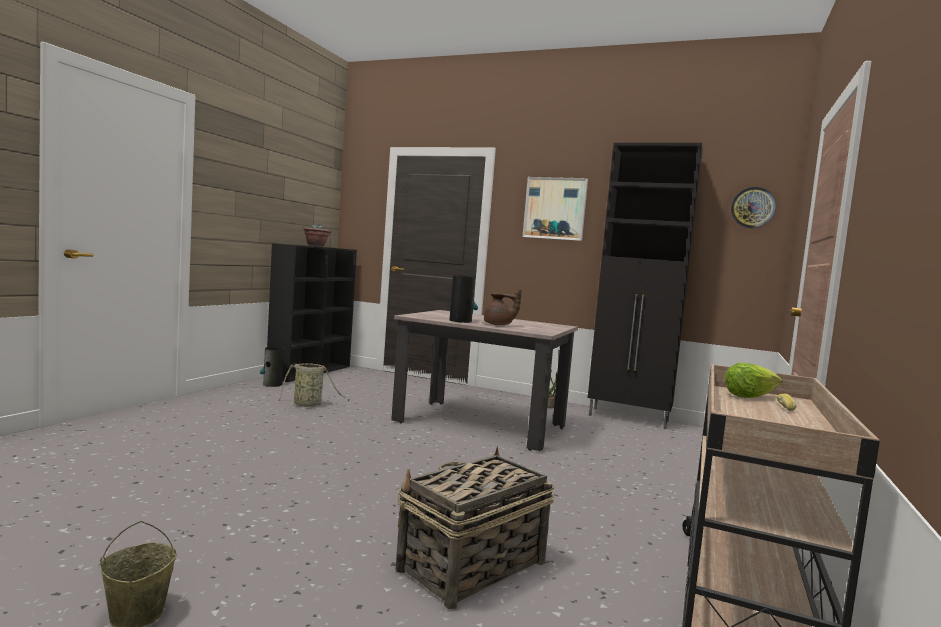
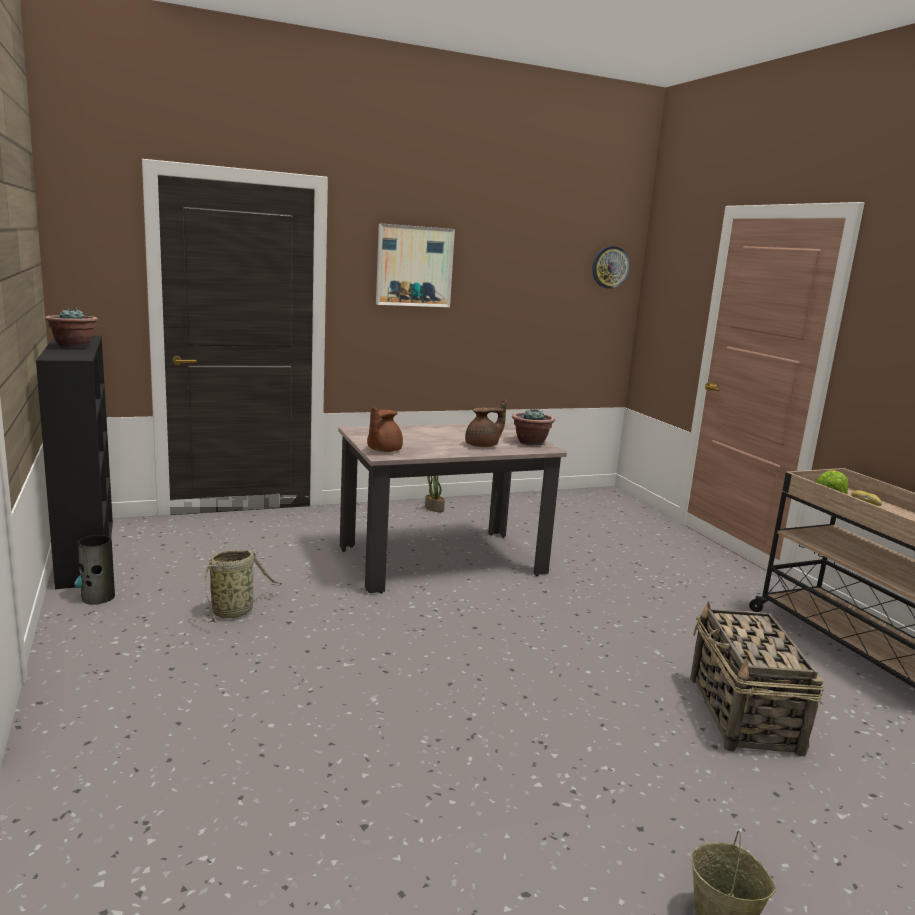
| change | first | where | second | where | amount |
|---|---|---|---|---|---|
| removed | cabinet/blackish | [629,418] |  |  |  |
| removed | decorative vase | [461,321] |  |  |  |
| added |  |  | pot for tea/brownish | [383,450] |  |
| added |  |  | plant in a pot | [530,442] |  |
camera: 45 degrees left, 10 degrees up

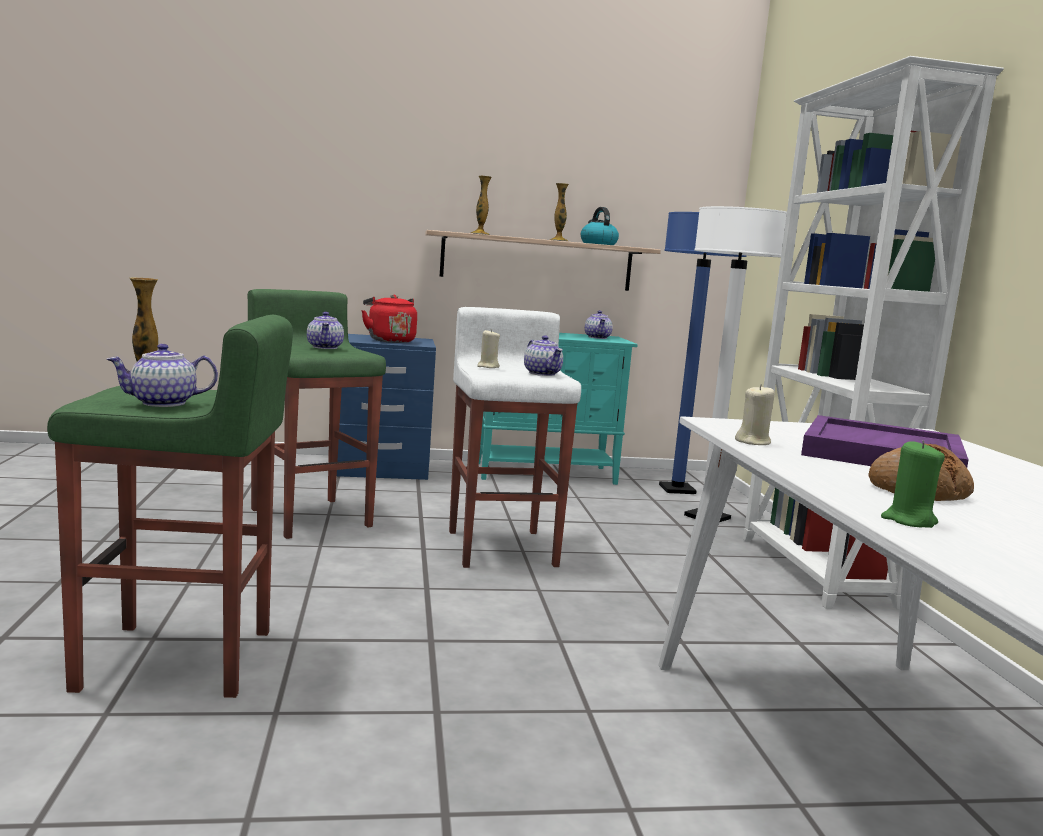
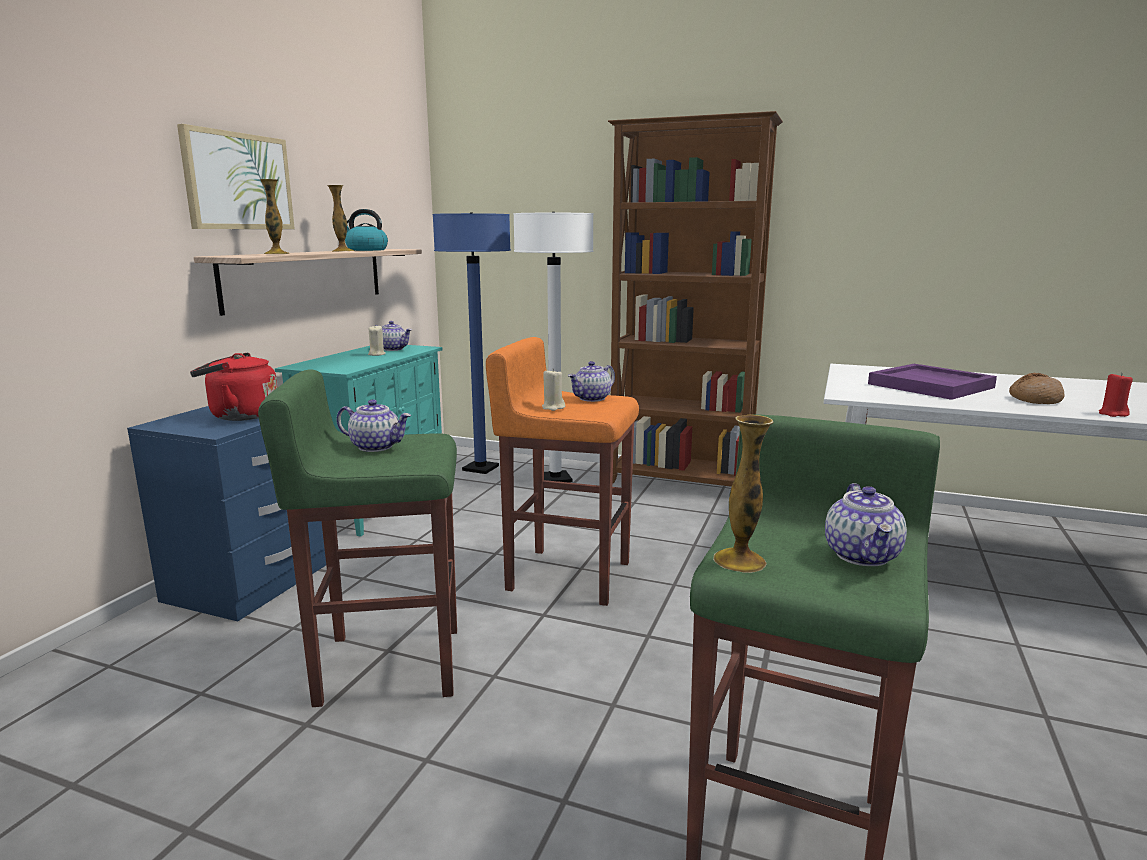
| change | first | where | second | where | amount |
|---|---|---|---|---|---|
| recoloured | shelving unit/white-coloured | [813,571] | shelving unit/brownish | [681,483] |  |
| recoloured | sitting stool/white-coloured | [502,547] | sitting stool/orangey | [567,575] |  |
| turned | pot for tea | [543,374] |  | [592,398] | 135 degrees clockwise |
| moved | candle/sand-coloured | [753,442] |  | [376,354] |  |
| recoloured | candle/green | [908,521] | candle/reddish | [1113,414] |  |
| added |  |  | picture | [238,181] |  |
camera: 60 degrees left, 5 degrees up

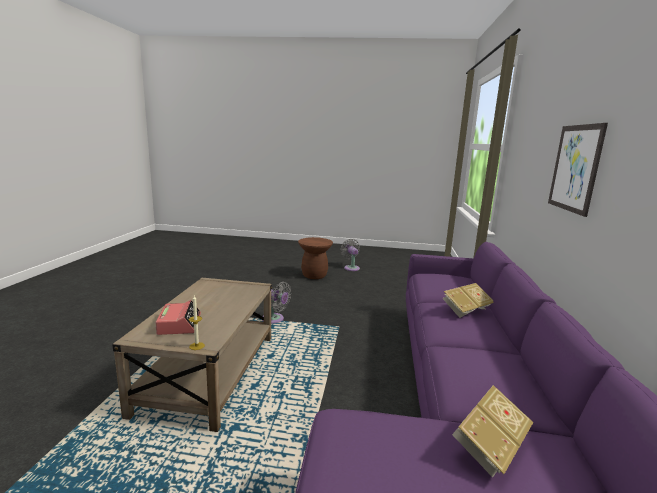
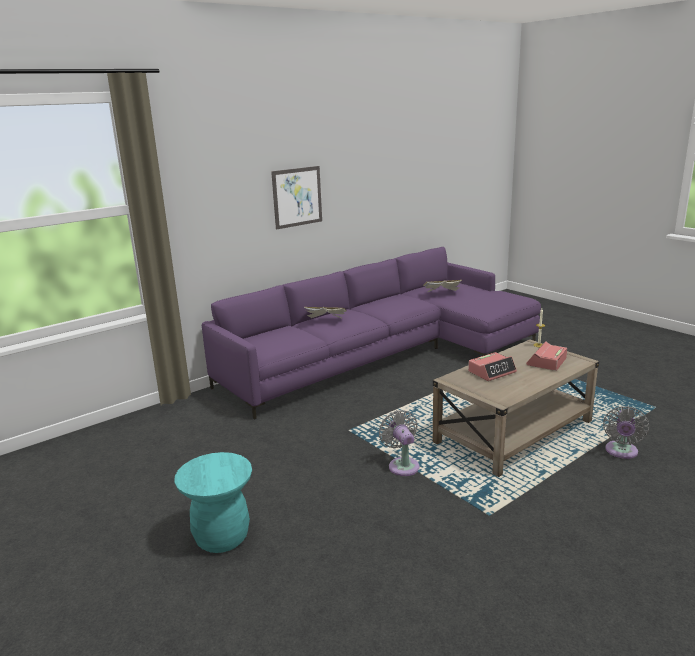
| change | first | where | second | where | amount |
|---|---|---|---|---|---|
| recoloured | sitting stool/brownish | [314,275] | sitting stool/turquoise | [222,537] |  |
| moved | cooling fan/grey | [351,268] |  | [621,452] |  |
| added |  |  | alarm clock | [492,372] |  |
camera: 135 degrees left, 5 degrees up

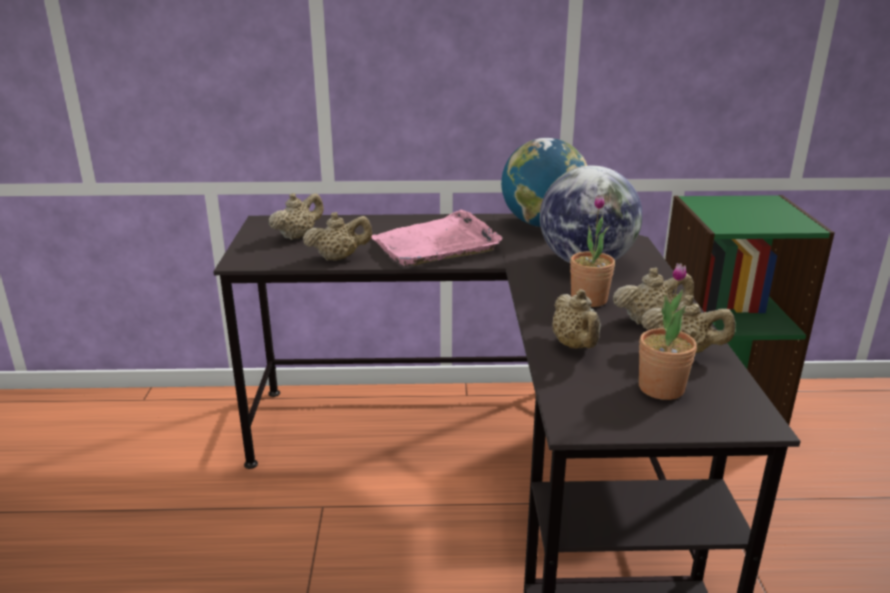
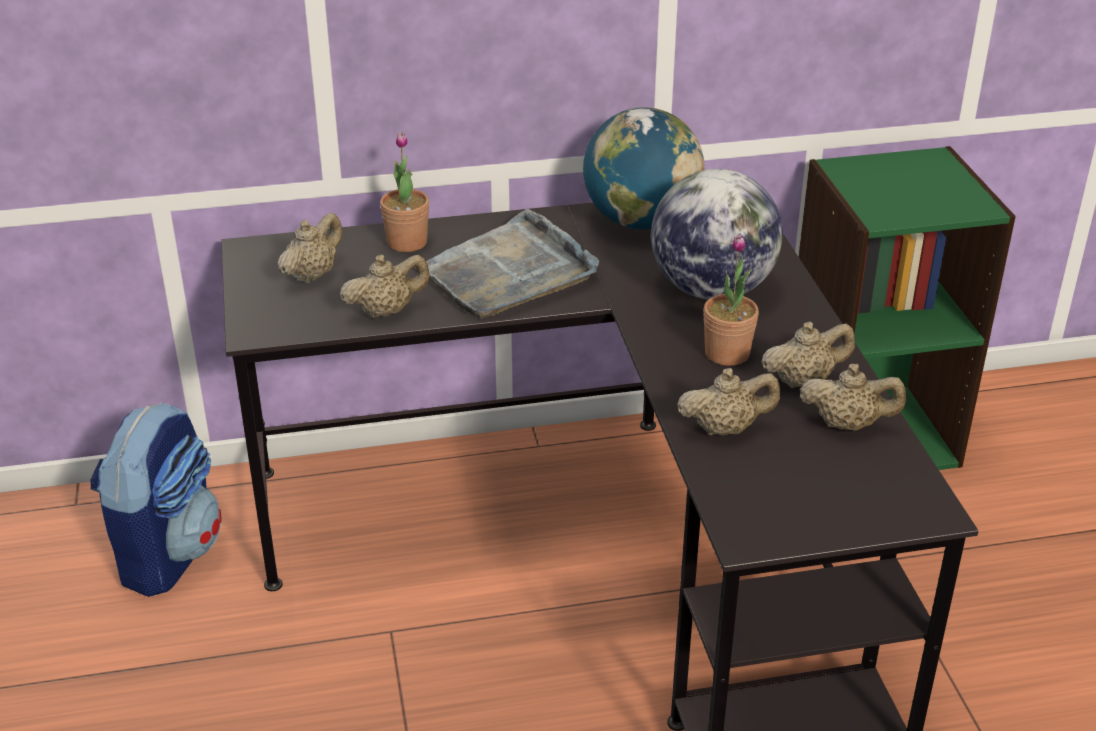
| change | first | where | second | where | amount |
|---|---|---|---|---|---|
| recoloured | carrying tray/pink-coloured | [436,244] | carrying tray/grey | [508,272] |  |
| moved | plant in a pot | [661,388] |  | [407,242] |  |
| turned | pot for tea/sand-coloured | [576,346] |  | [725,429] | 75 degrees counterclockwise |
| added |  |  | rucksack | [168,554] |  |
camera: 10 degrees left, 10 degrees up

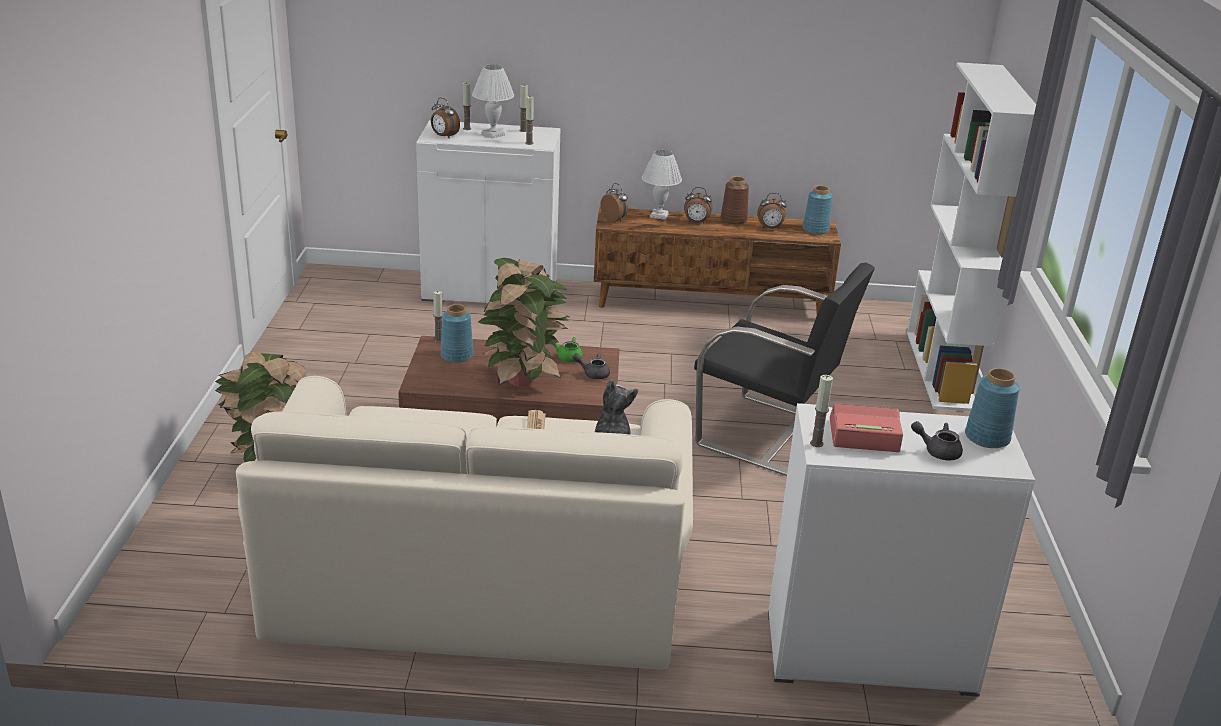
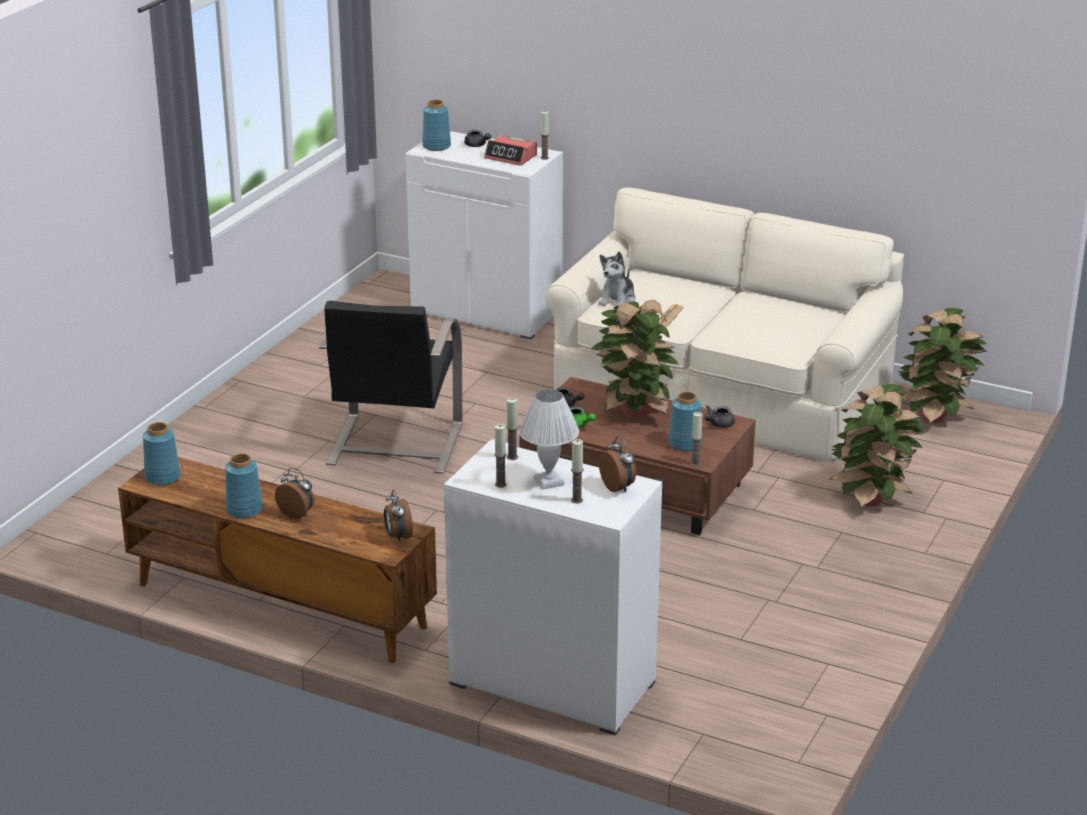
| change | first | where | second | where | amount |
|---|---|---|---|---|---|
| removed | shelving unit/white-coloured | [942,370] |  |  |  |
| removed | tabletop lamp/white-coloured | [659,215] |  |  |  |
| recoloured | decorative vase/brownish | [734,220] | decorative vase/blue | [244,510] |  |
| removed | alarm clock | [770,228] |  |  |  |
| turned | lounge chair/blackish | [768,434] |  | [394,445] | 135 degrees counterclockwise |
| added |  |  | plant in a pot | [935,417] |  |
| added |  |  | pot for tea/grey | [718,424] |  |
camera: 155 degrees left, 0 degrees up

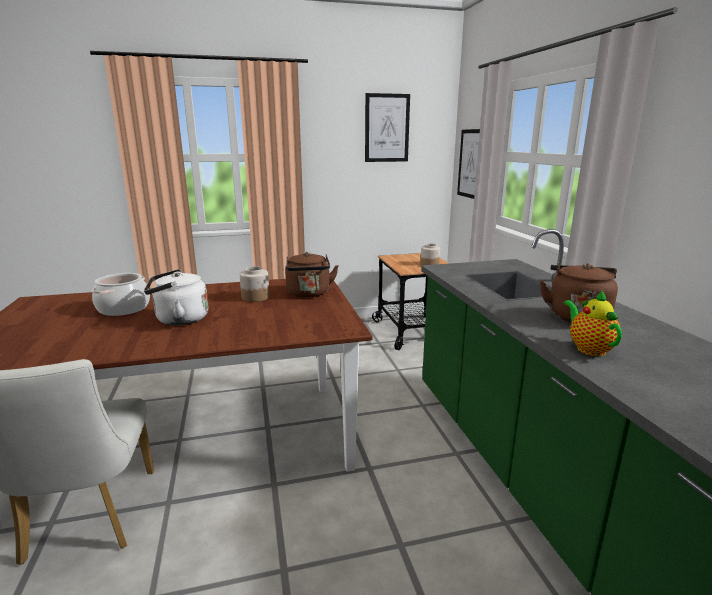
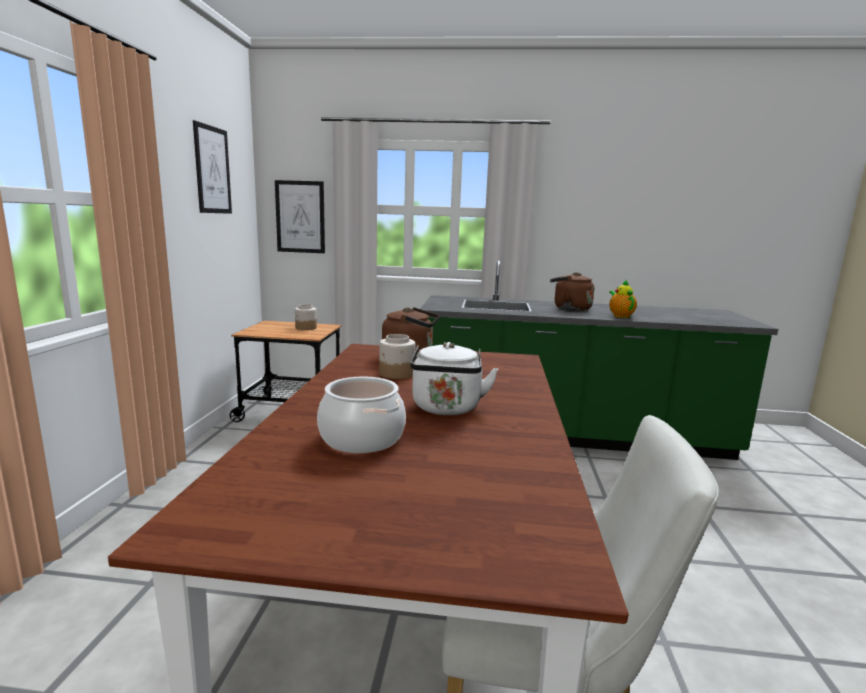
| change | first | where | second | where | amount |
|---|---|---|---|---|---|
| turned | pot for tea | [588,348] |  | [620,315] | 75 degrees clockwise |
camera: 70 degrees left, 5 degrees down

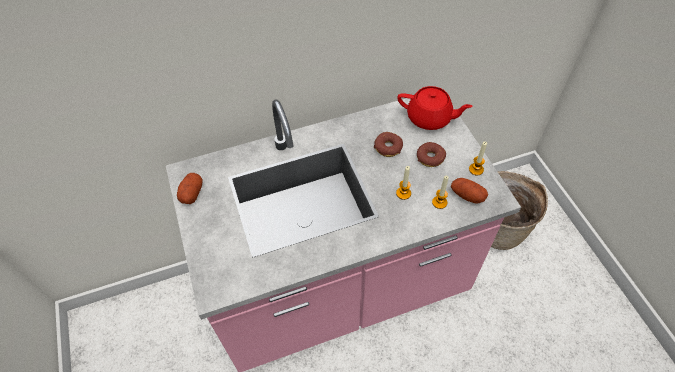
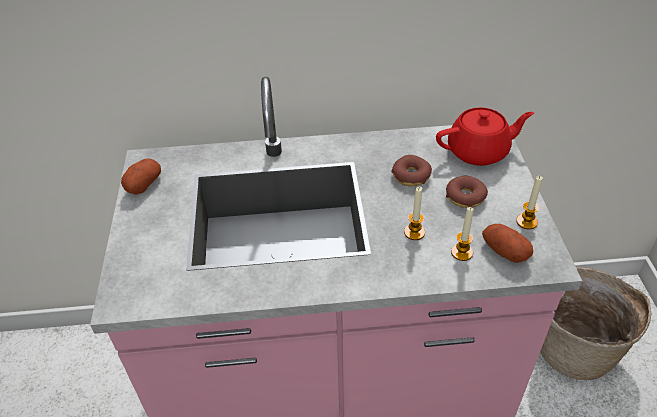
| change | first | where | second | where | amount |
|---|---|---|---|---|---|
| turned | pot for tea/reddish | [430,118] |  | [479,151] | 45 degrees counterclockwise |
camera: 15 degrees right, 10 degrees down

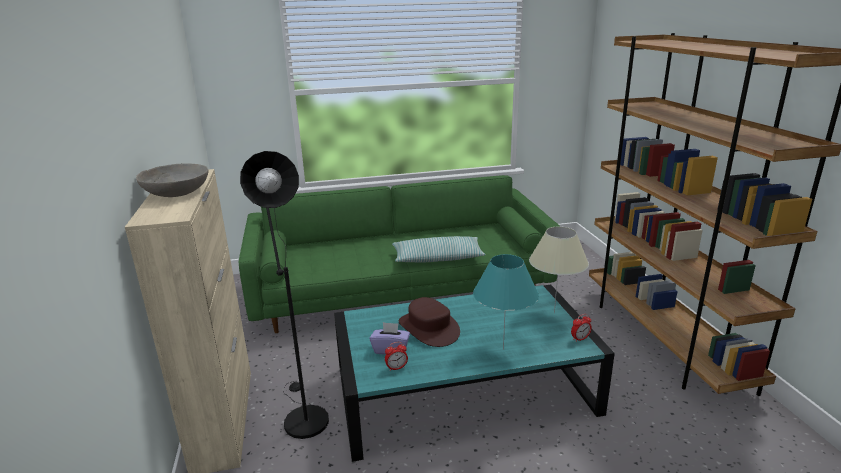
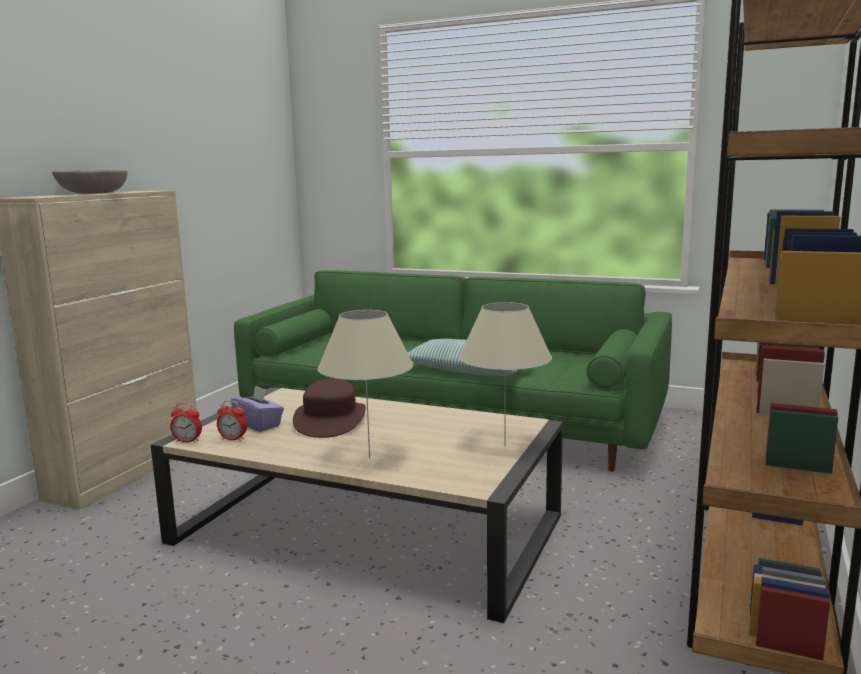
| change | first | where | second | where | amount |
|---|---|---|---|---|---|
| removed | standard lamp/blackish | [303,417] |  |  |  |
| recoloured | tabletop lamp/turquoise | [503,349] | tabletop lamp/sand-coloured | [370,457] |  |
| recoloured | coffee table/turquoise | [464,390] | coffee table/sand-coloured | [368,528] |  |
| moved | alarm clock | [580,339] |  | [187,441] |  |
camera: 35 degrees right, 10 degrees down

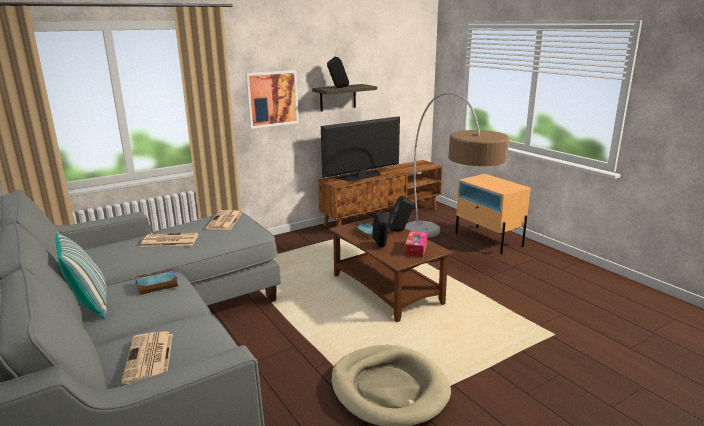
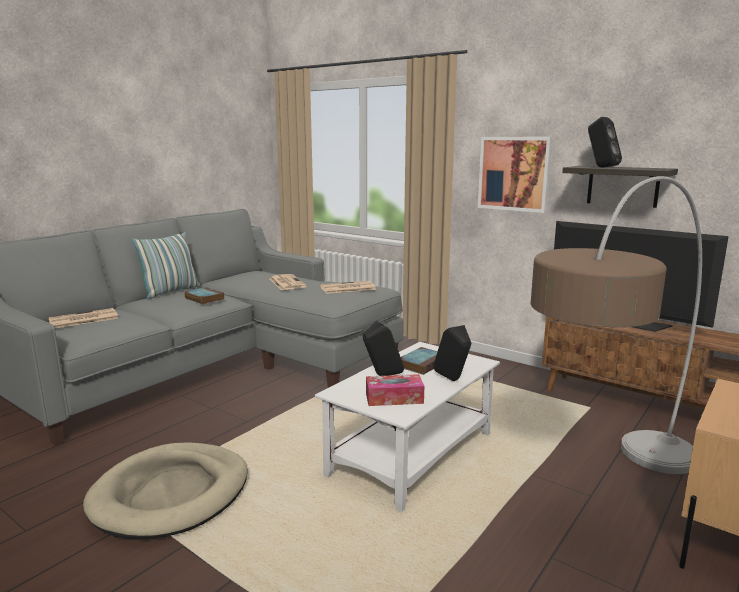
| change | first | where | second | where | amount |
|---|---|---|---|---|---|
| recoloured | coffee table/brownish | [385,289] | coffee table/white-coloured | [412,453] |  |
camera: 70 degrees right, 5 degrees down

